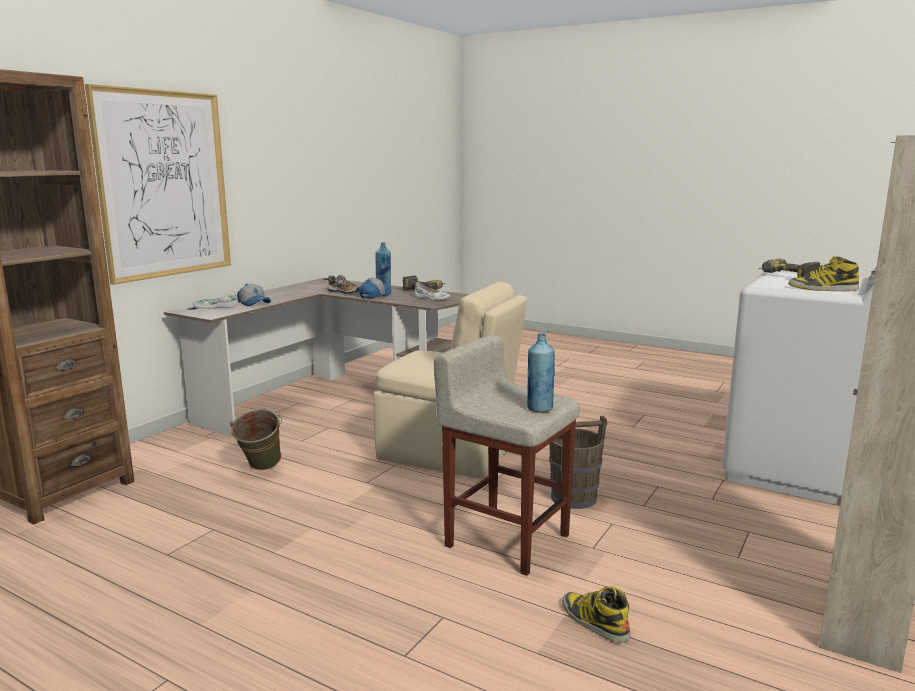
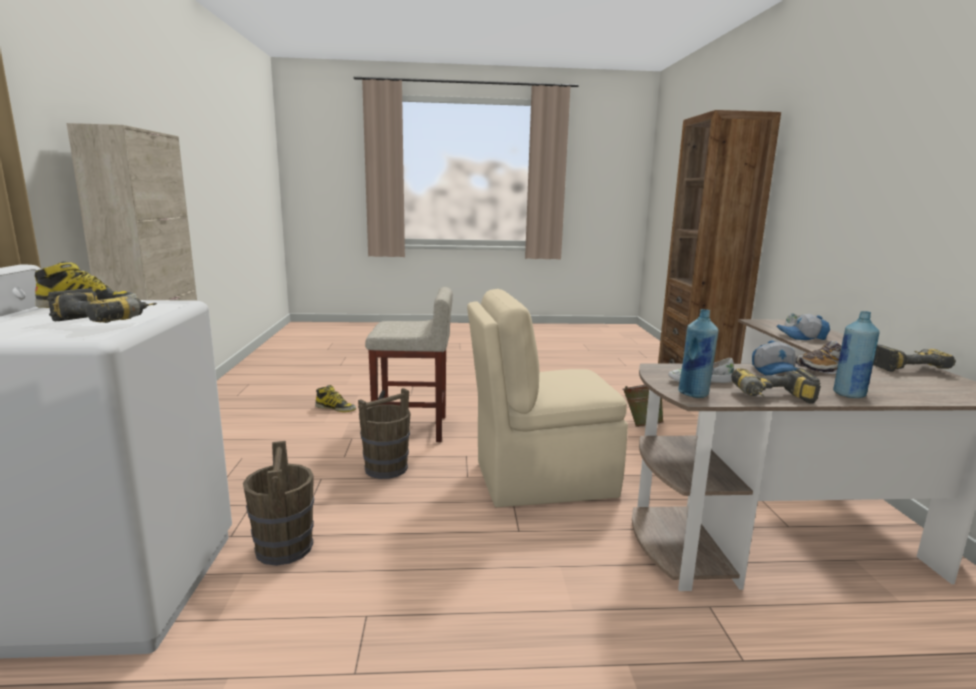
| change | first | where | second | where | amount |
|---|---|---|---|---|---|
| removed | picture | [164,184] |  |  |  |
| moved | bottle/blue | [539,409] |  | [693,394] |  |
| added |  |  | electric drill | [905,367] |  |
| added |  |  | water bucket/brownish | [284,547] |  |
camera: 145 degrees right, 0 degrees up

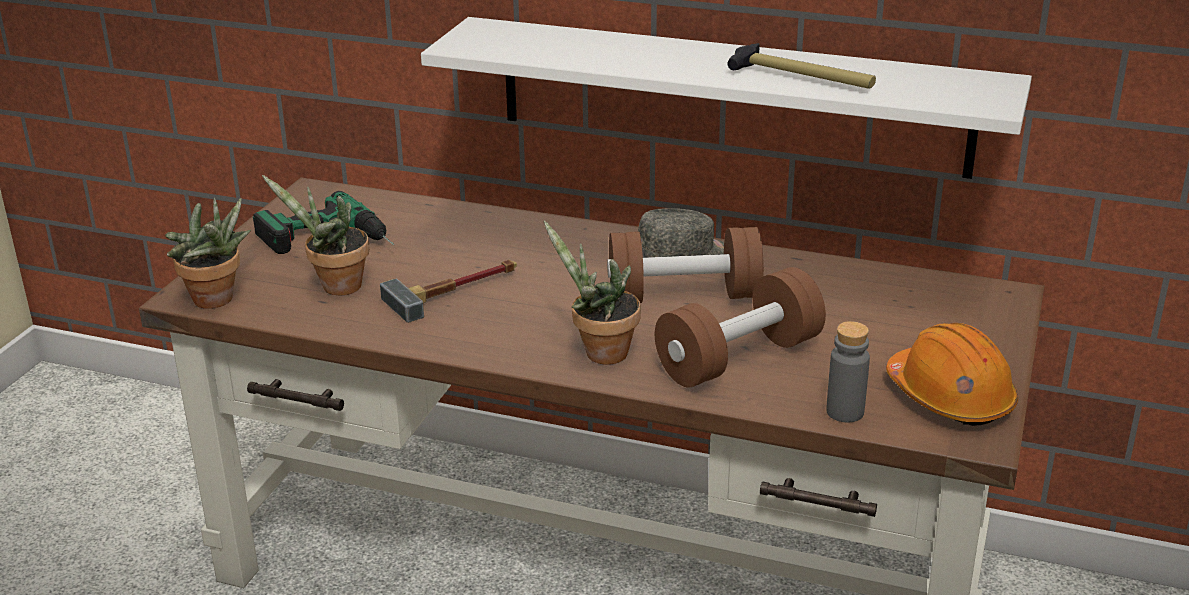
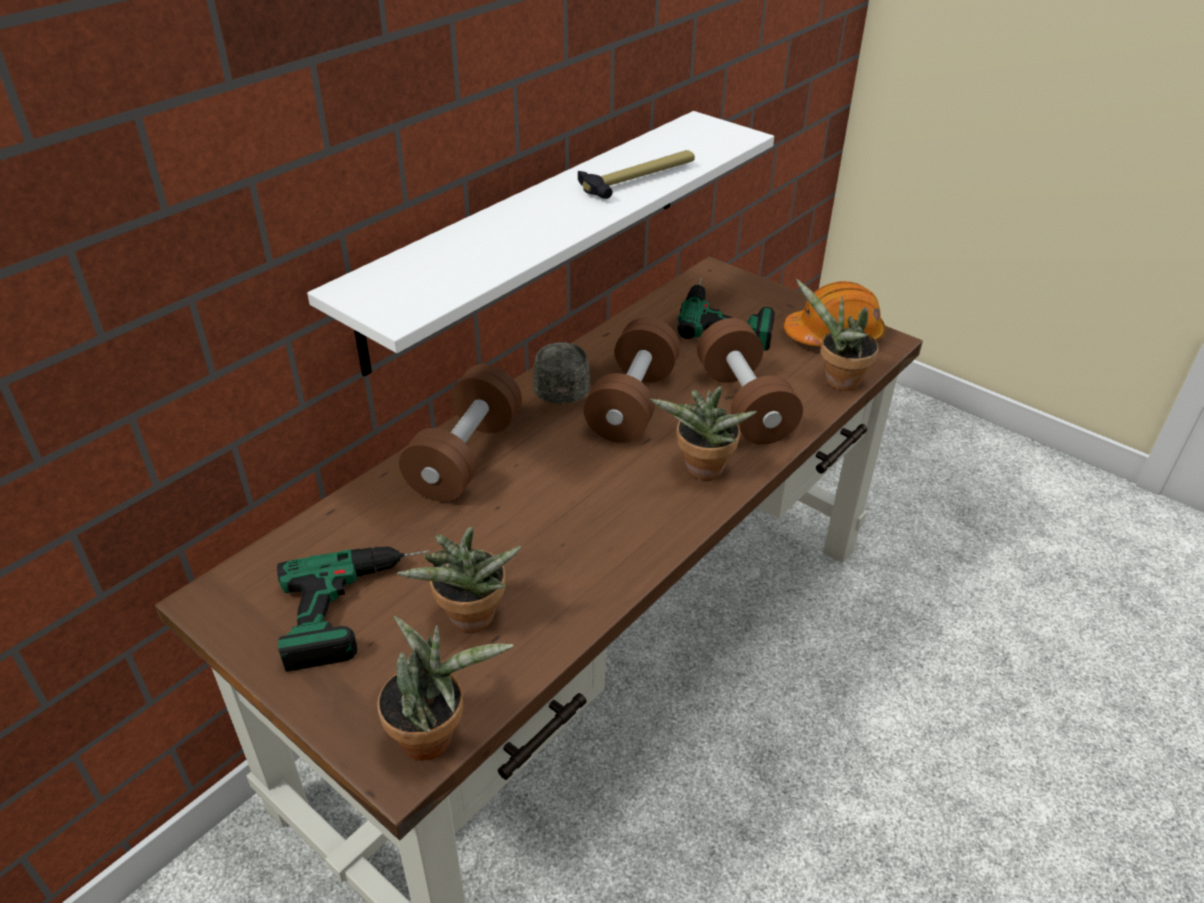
| change | first | where | second | where | amount |
|---|---|---|---|---|---|
| removed | tool hammer | [456,291] |  |  |  |
| replaced | bottle/grey | [845,412] | plant in a pot | [837,381] |  |
| added |  |  | electric drill | [727,317] |  |
| added |  |  | free weight/brownish | [465,457] |  |
camera: 70 degrees left, 10 degrees up

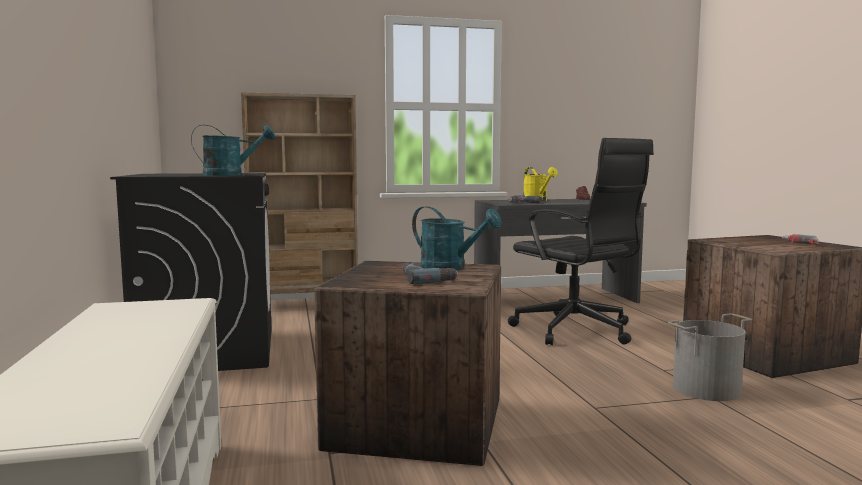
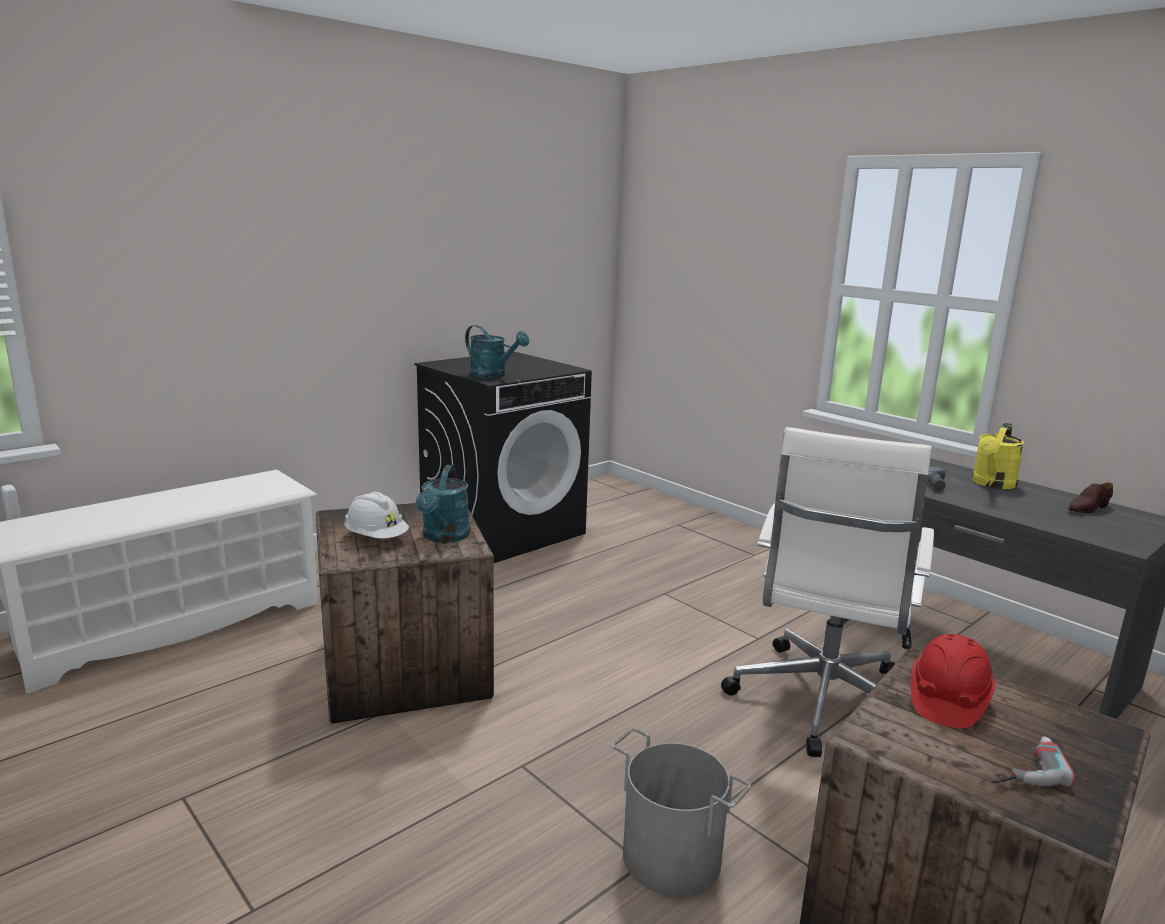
| change | first | where | second | where | amount |
|---|---|---|---|---|---|
| removed | shelving unit/sand-coloured | [305,304] |  |  |  |
| recoloured | computer chair/blackish | [576,331] | computer chair/white-coloured | [822,703] |  |
| replaced | electric drill | [426,279] | hard hat/white-coloured | [376,538] |  |
| added |  |  | hard hat/reddish | [947,700] |  |
camera: 60 degrees right, 10 degrees up

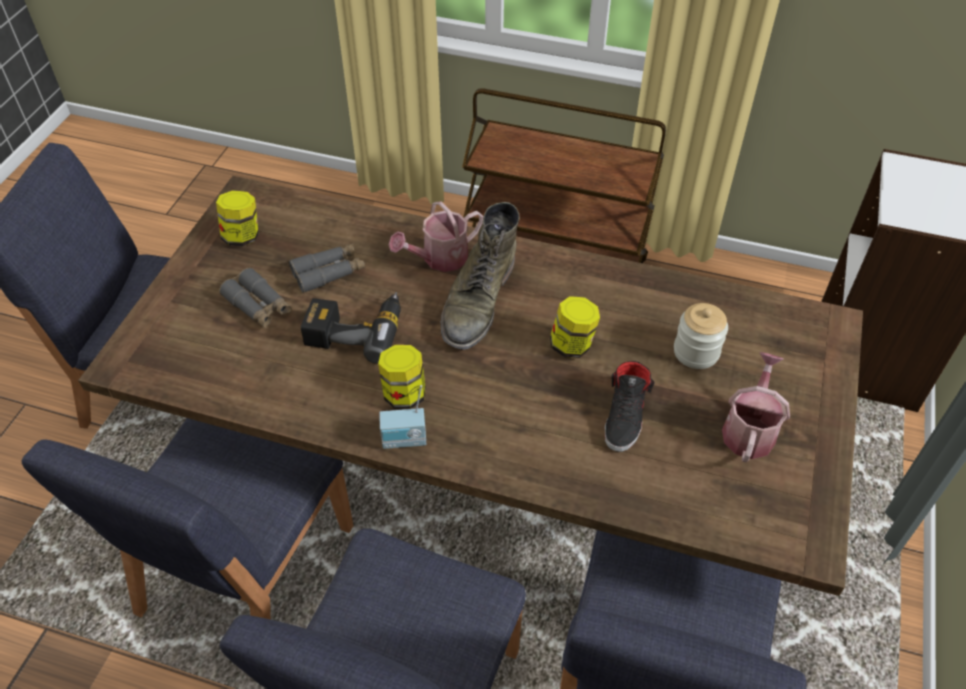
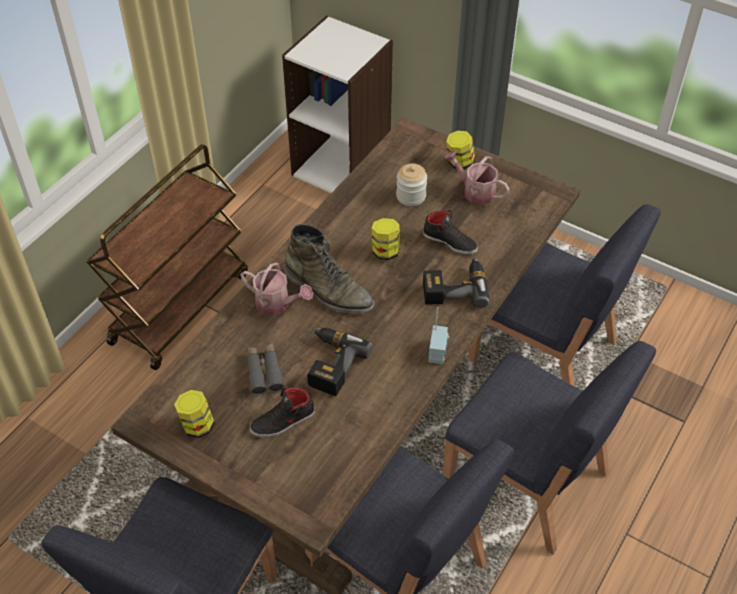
| change | first | where | second | where | amount |
|---|---|---|---|---|---|
| turned | watering pot | [439,259] |  | [277,304] | 45 degrees counterclockwise |
| replaced | binoculars/grey | [258,306] | item of footwear/blackish | [283,421] |  |
| moved | preserve jar | [404,394] |  | [459,162] |  |
| added |  |  | electric drill | [454,287] |  |
camera: 75 degrees left, 0 degrees up

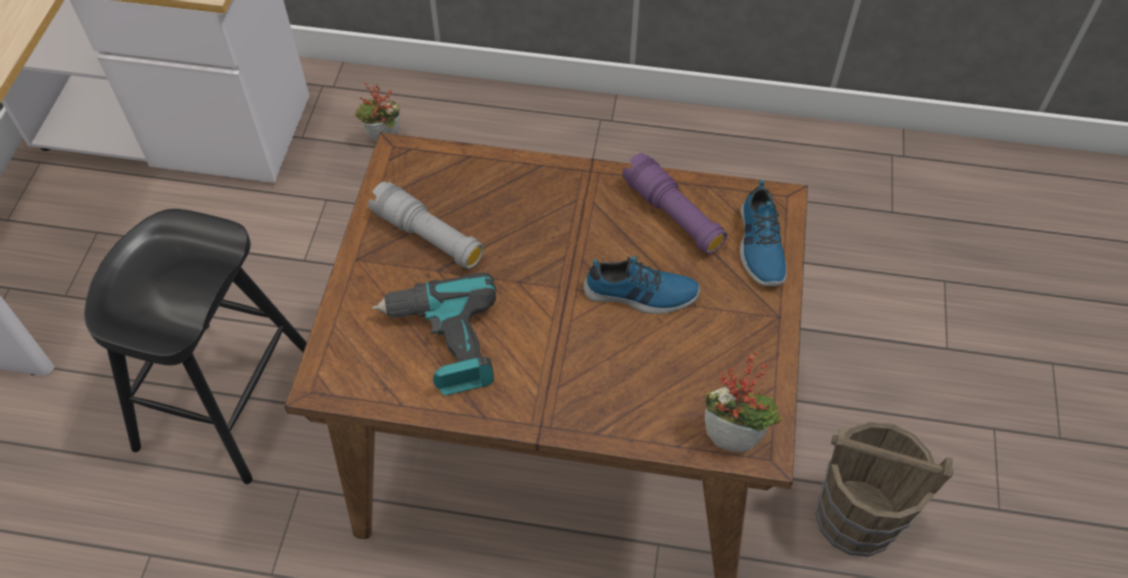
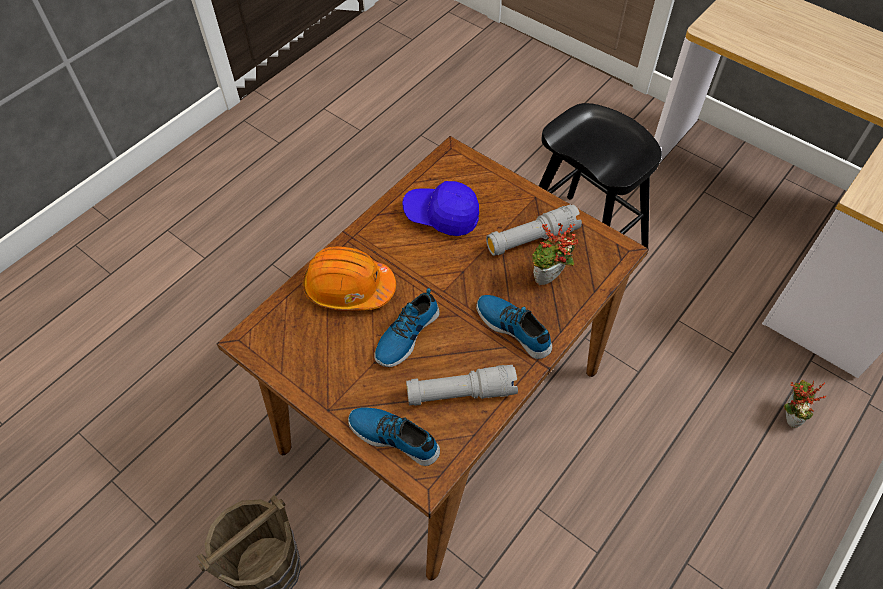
| change | first | where | second | where | amount |
|---|---|---|---|---|---|
| recoloured | flashlight/purple | [673,214] | flashlight/grey | [461,393] |  |
| replaced | electric drill | [445,343] | baseball cap/blue | [441,216] |  |
| moved | plant in a pot | [734,437] |  | [549,281] |  |
| added |  |  | hard hat/orangey | [348,288] |  |
| added |  |  | item of footwear | [514,327] |  |
camera: 120 degrees right, 0 degrees up

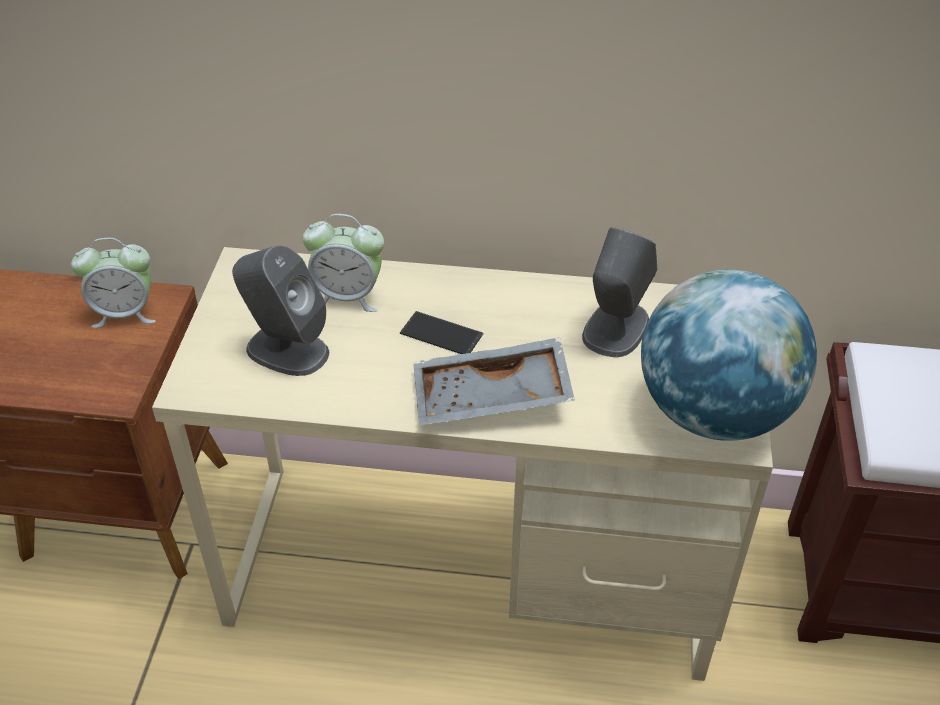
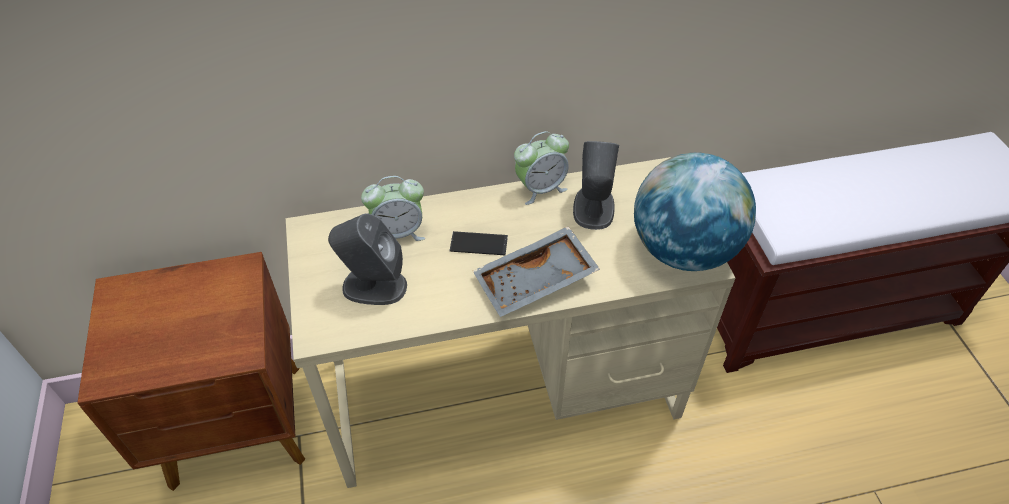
| change | first | where | second | where | amount |
|---|---|---|---|---|---|
| moved | alarm clock | [125,313] |  | [540,188] |  |
camera: 20 degrees left, 5 degrees up

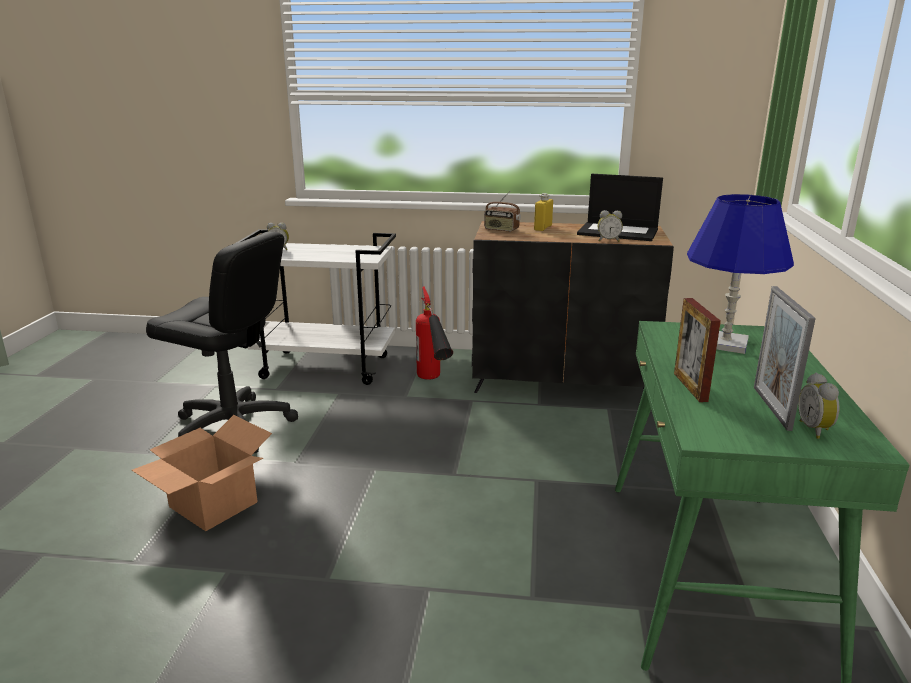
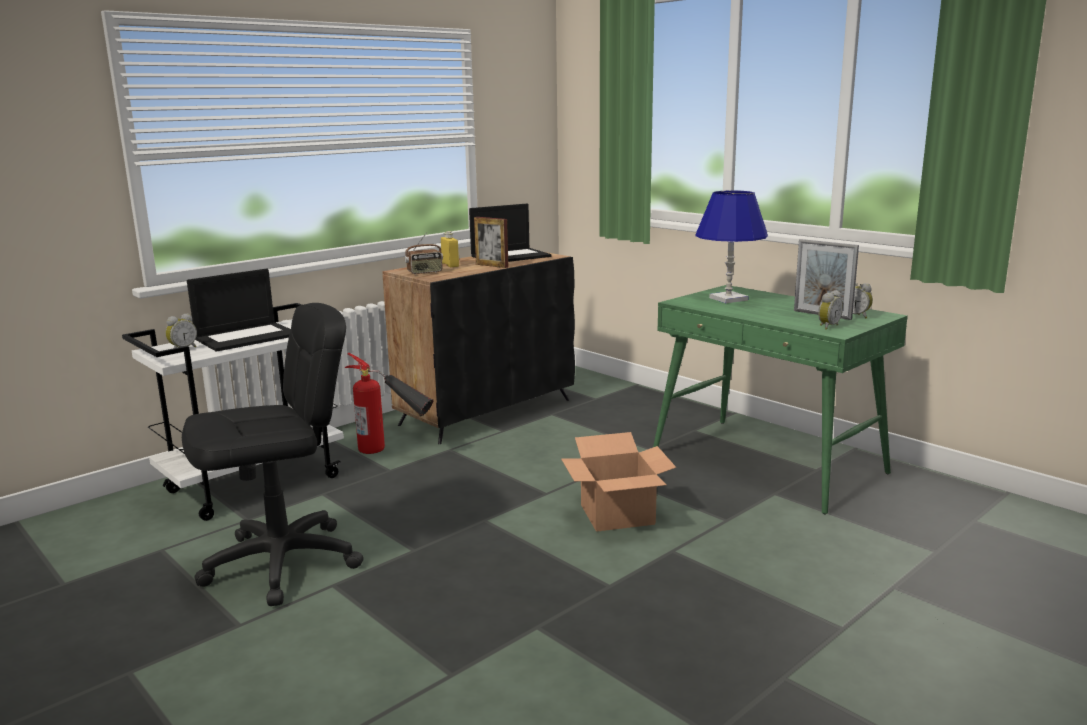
| change | first | where | second | where | amount |
|---|---|---|---|---|---|
| moved | alarm clock | [608,240] |  | [827,326] |  |
| moved | photo frame | [690,387] |  | [492,265] |  |
| moved | carton | [214,505] |  | [618,514] |  |
| added |  |  | laptop | [247,337] |  |
camera: 50 degrees left, 5 degrees down

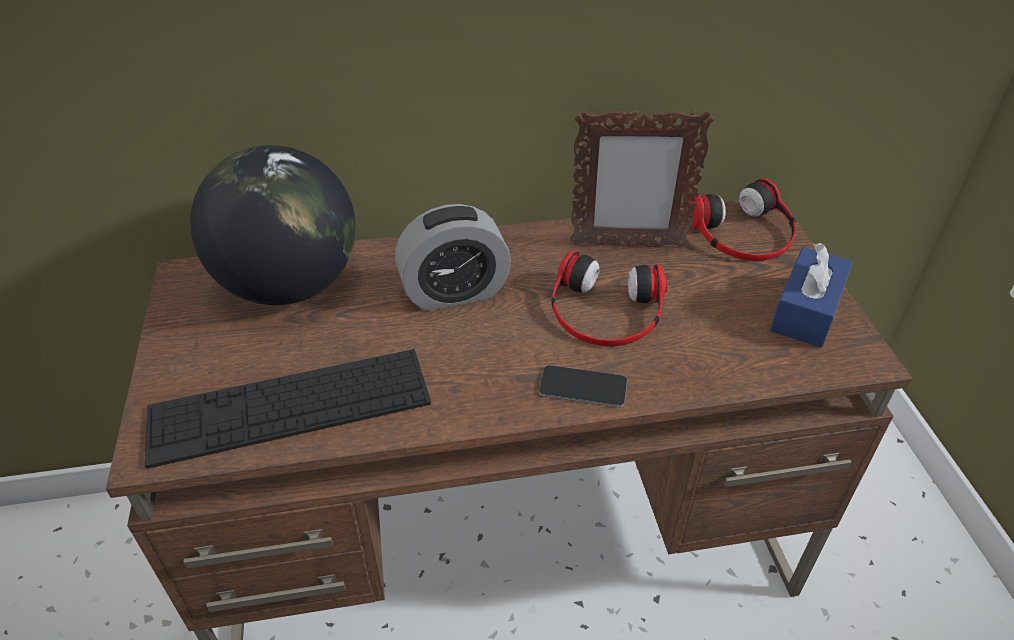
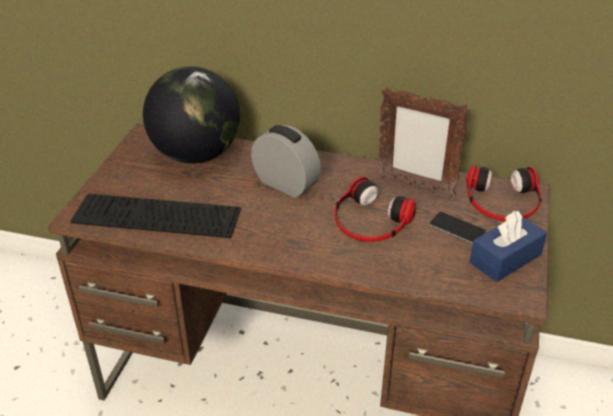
| change | first | where | second | where | amount |
|---|---|---|---|---|---|
| turned | alarm clock | [454,292] |  | [286,184] | 150 degrees counterclockwise |
| moved | handset | [583,387] |  | [457,228] |  |
camera: 25 degrees right, 5 degrees down

